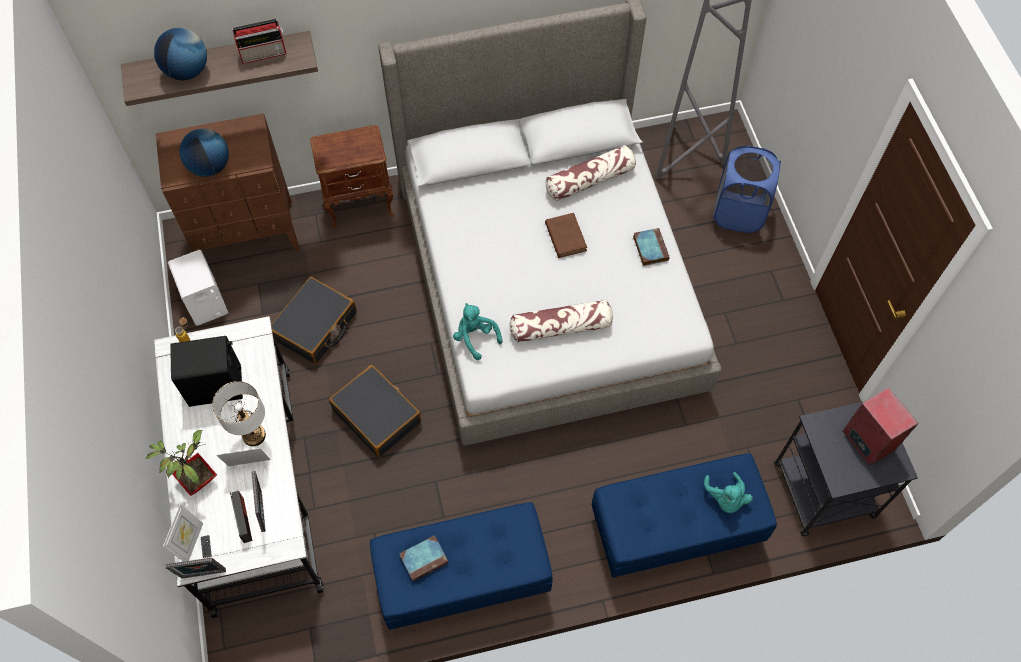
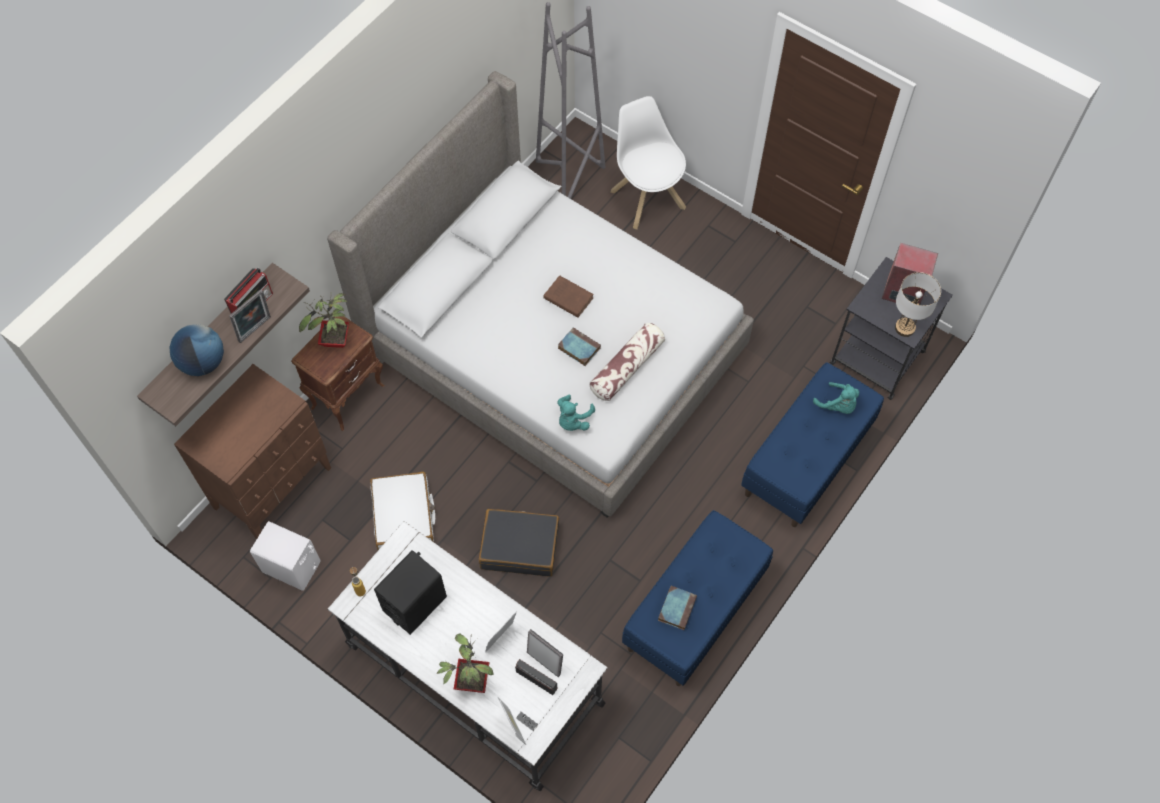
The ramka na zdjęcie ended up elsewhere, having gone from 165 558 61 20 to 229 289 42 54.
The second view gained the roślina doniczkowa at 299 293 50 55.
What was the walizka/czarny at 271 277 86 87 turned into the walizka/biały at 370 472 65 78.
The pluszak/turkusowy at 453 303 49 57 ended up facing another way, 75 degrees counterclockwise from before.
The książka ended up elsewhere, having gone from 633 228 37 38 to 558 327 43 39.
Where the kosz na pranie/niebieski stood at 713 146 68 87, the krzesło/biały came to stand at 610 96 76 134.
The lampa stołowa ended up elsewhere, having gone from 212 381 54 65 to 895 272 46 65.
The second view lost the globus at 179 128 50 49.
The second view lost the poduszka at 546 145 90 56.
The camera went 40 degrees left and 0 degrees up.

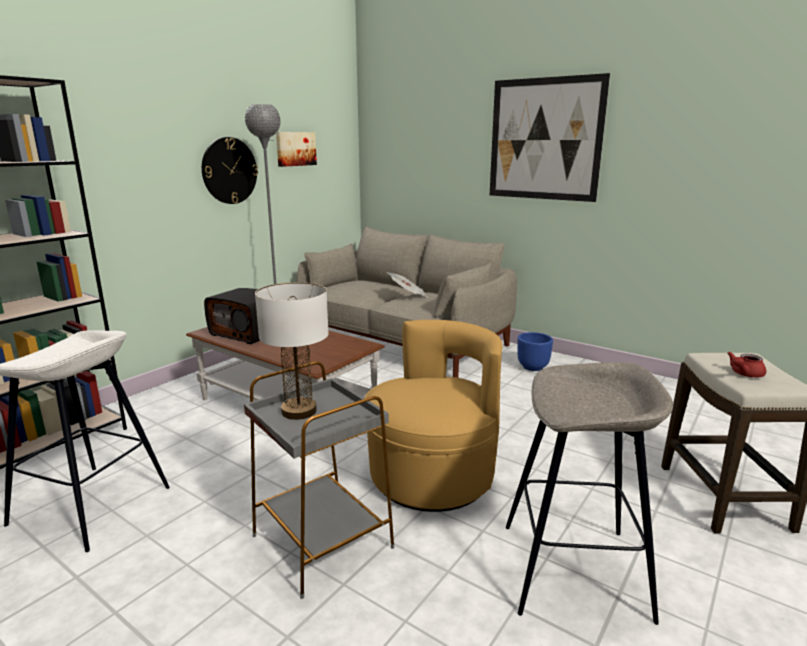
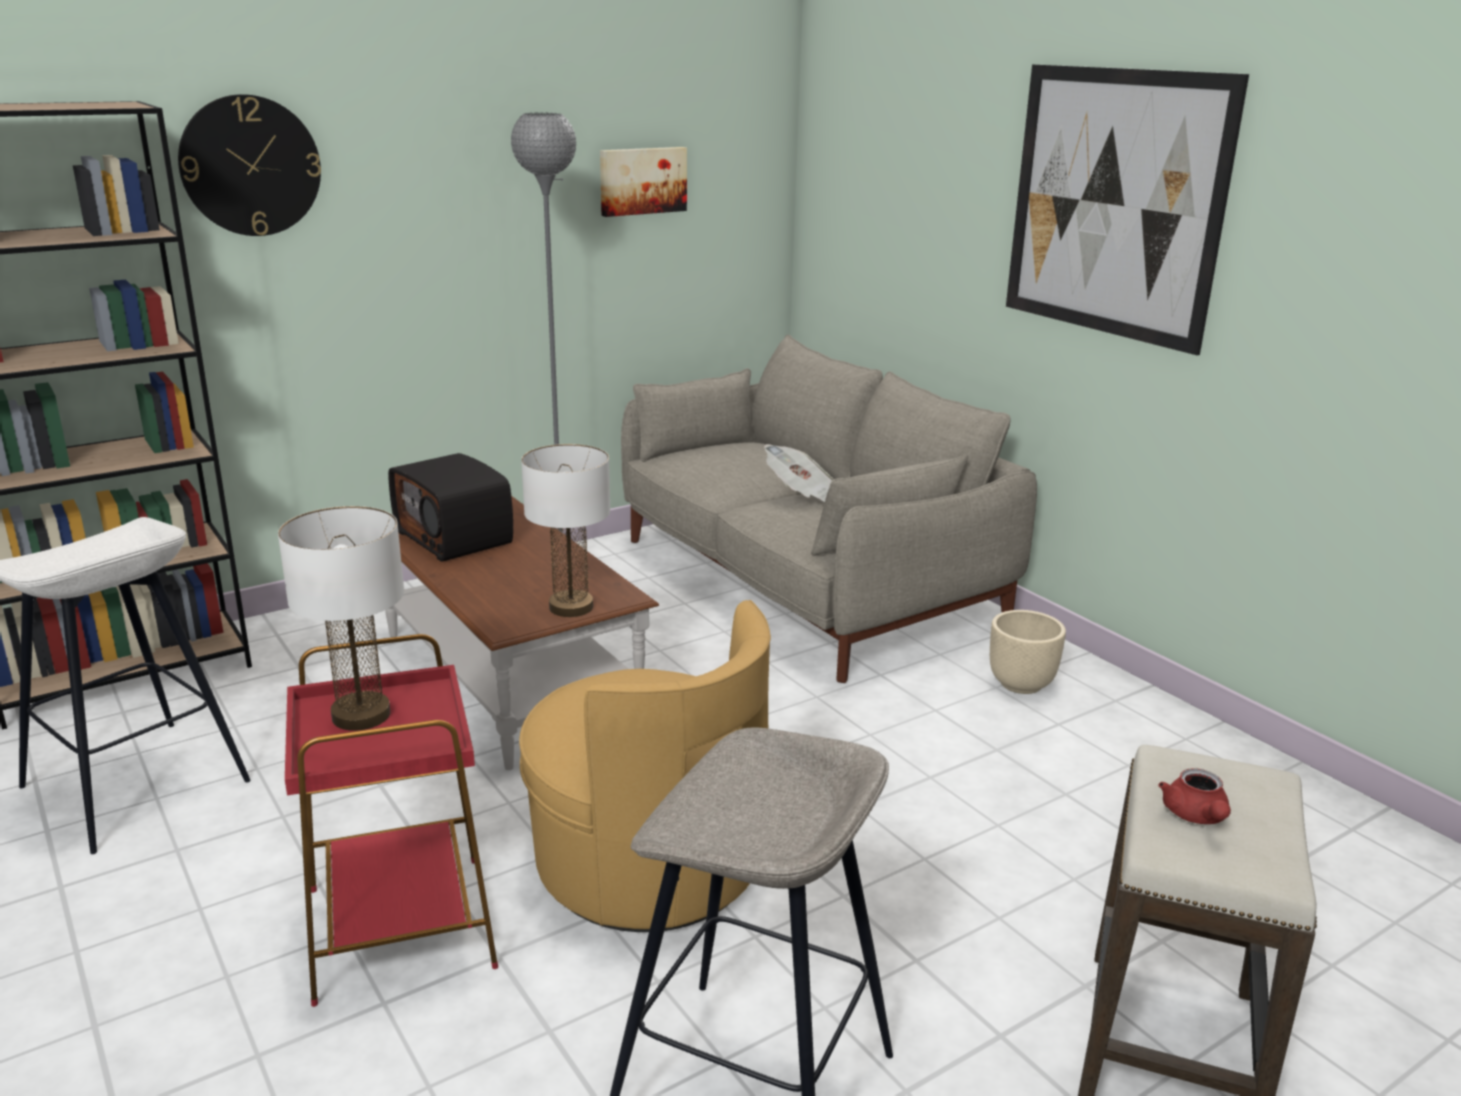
The zegar ścienny ended up elsewhere, having gone from 202 137 56 67 to 178 94 143 142.
What was the stolik/szary at 244 361 150 238 turned into the stolik/czerwony at 285 634 213 373.
The fotel/beżowy at 364 320 139 192 ended up facing another way, 60 degrees clockwise from before.
The second view gained the lampa stołowa at 521 444 89 173.
What was the donica/niebieski at 517 332 36 39 turned into the donica/beżowy at 990 610 76 84.
The imbryk/czerwony at 727 352 39 26 ended up facing another way, 75 degrees counterclockwise from before.
The camera went 20 degrees right and 5 degrees up.

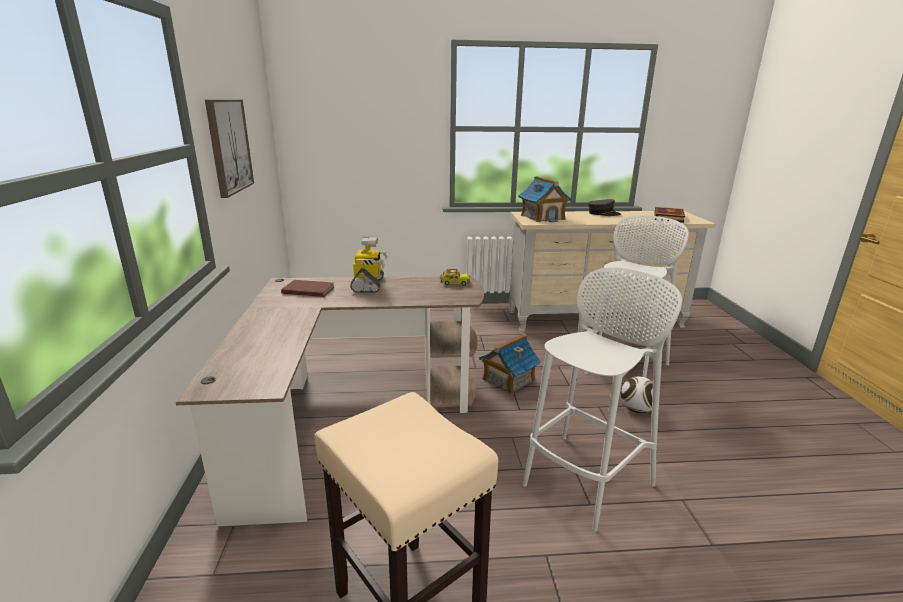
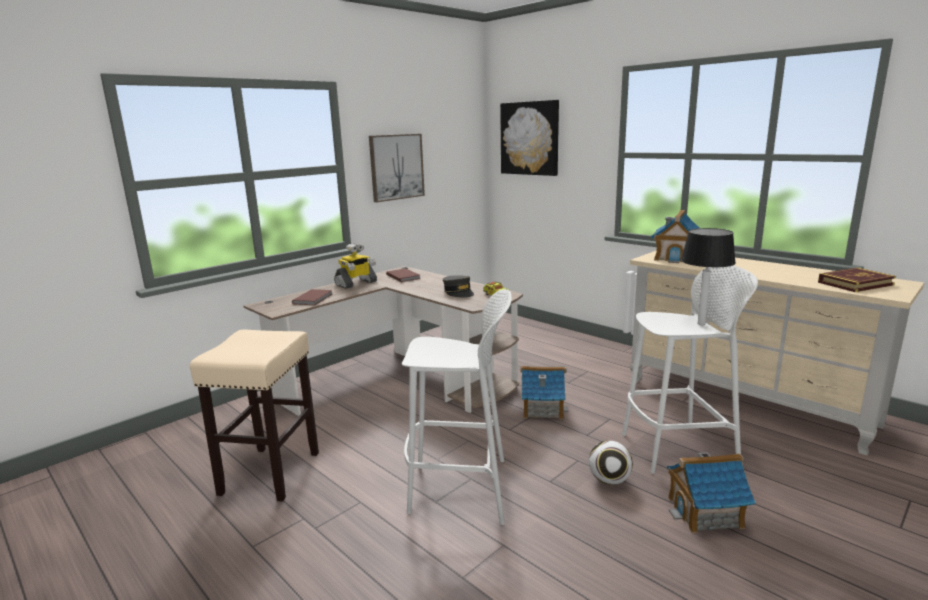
The second view gained the książka/brązowy at 292 289 40 16.
The robot zabawkowy ended up elsewhere, having gone from 350 236 38 57 to 334 243 43 46.
The czapka z daszkiem/szary ended up elsewhere, having gone from 588 199 33 17 to 443 275 31 23.
The second view gained the obraz at 500 100 59 76.
The second view gained the domek at 667 452 89 81.
The second view gained the lampa stołowa at 681 228 55 97.
The camera went 50 degrees right and 5 degrees down.

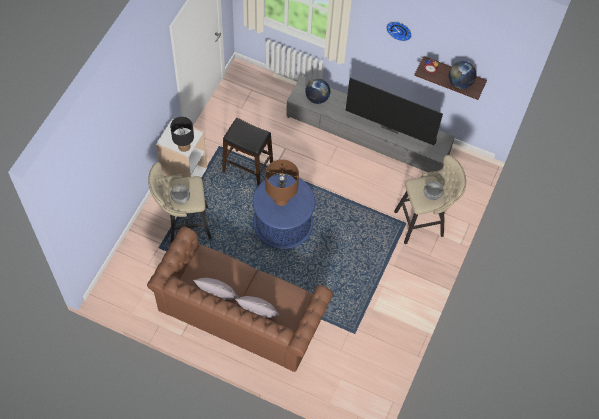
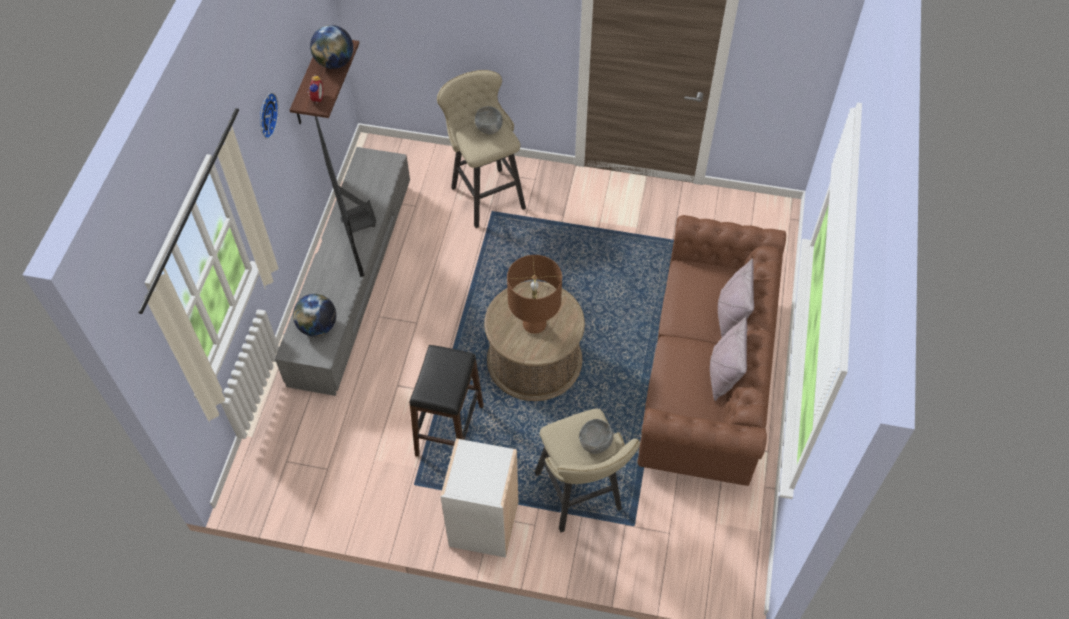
The telewizor at 346 78 97 67 ended up facing another way, 150 degrees clockwise from before.
What was the ława/niebieski at 253 174 62 75 turned into the ława/brązowy at 484 281 101 120.
The second view lost the lampa stołowa/czarny at 170 117 24 35.
The camera went 100 degrees left and 5 degrees down.

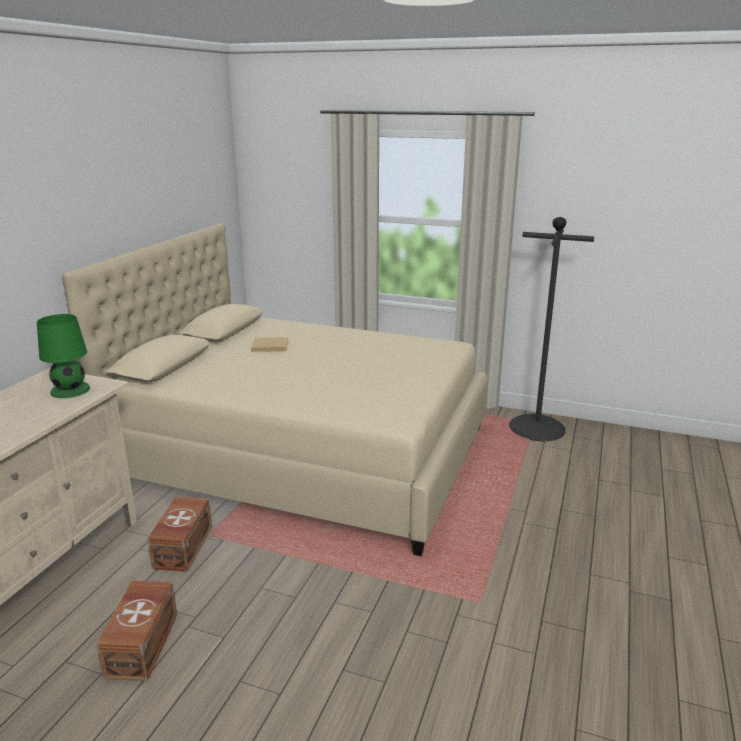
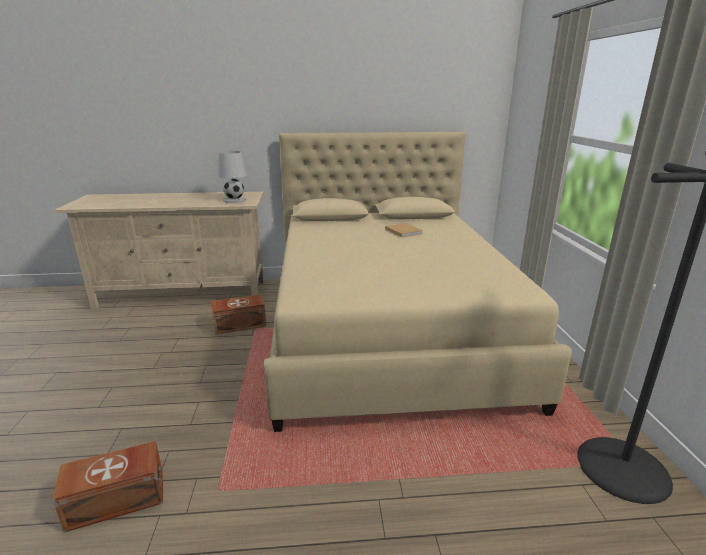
The pojemnik do przechowywania/brązowy ended up elsewhere, having gone from 96 581 81 100 to 52 441 111 92.
What was the lampa stołowa/zielony at 37 314 53 84 turned into the lampa stołowa/biały at 218 151 29 52.
The camera went 65 degrees right and 0 degrees up.

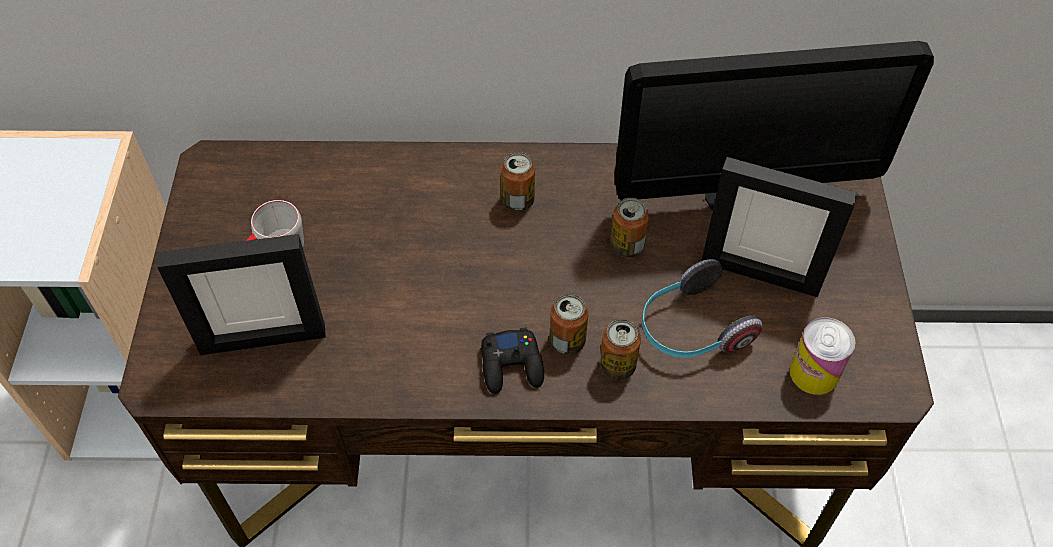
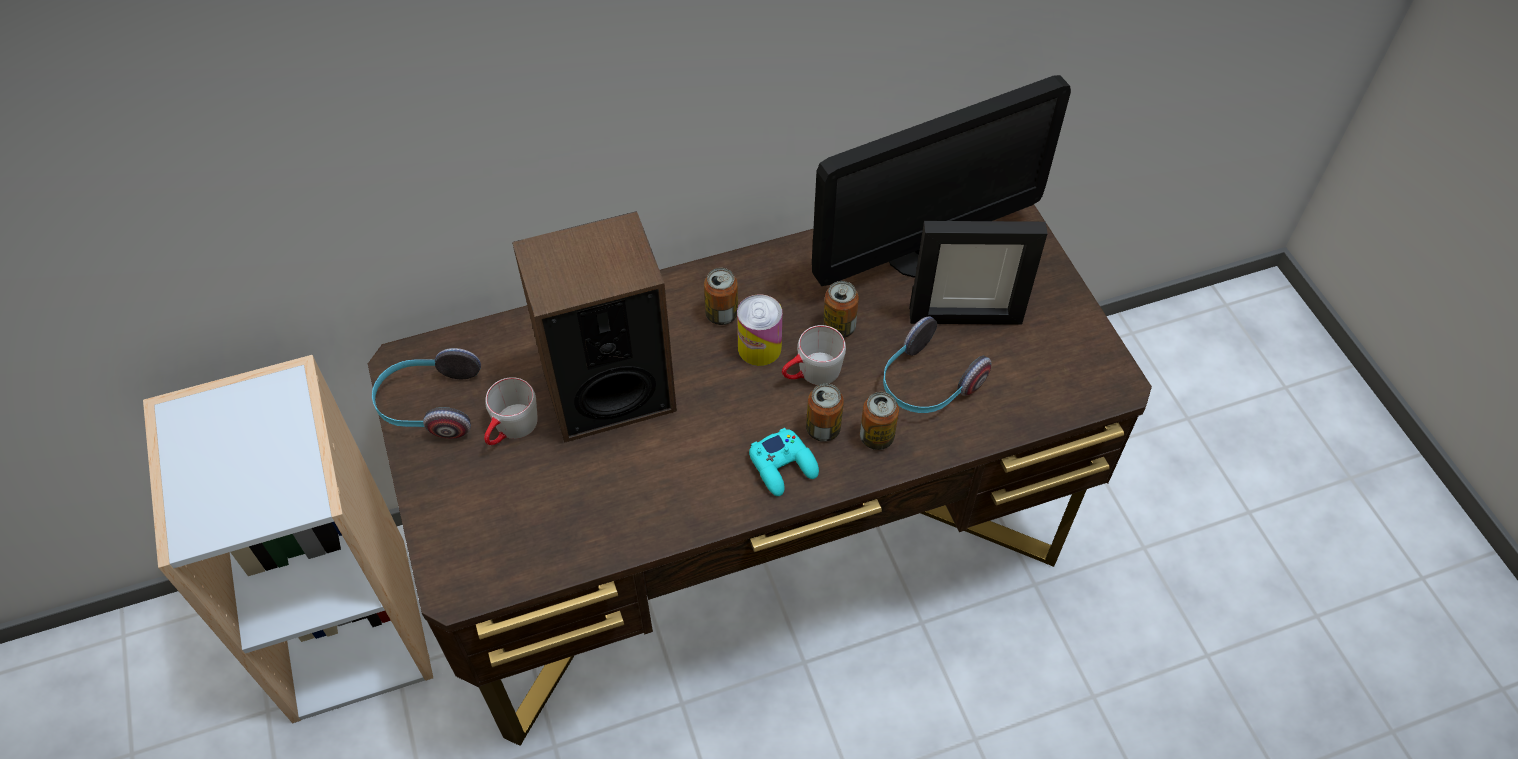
The second view gained the słuchawki at 372 348 109 91.
The second view gained the głośnik at 512 211 165 232.
The puszka ended up elsewhere, having gone from 790 317 66 78 to 737 294 45 72.
What was the pad do gier/czarny at 481 327 63 67 turned into the pad do gier/turkusowy at 749 428 70 68.
The second view gained the kubek/szary at 782 325 64 60.
The second view lost the ramka na zdjęcie at 157 234 169 121.
The camera went 20 degrees left and 0 degrees up.

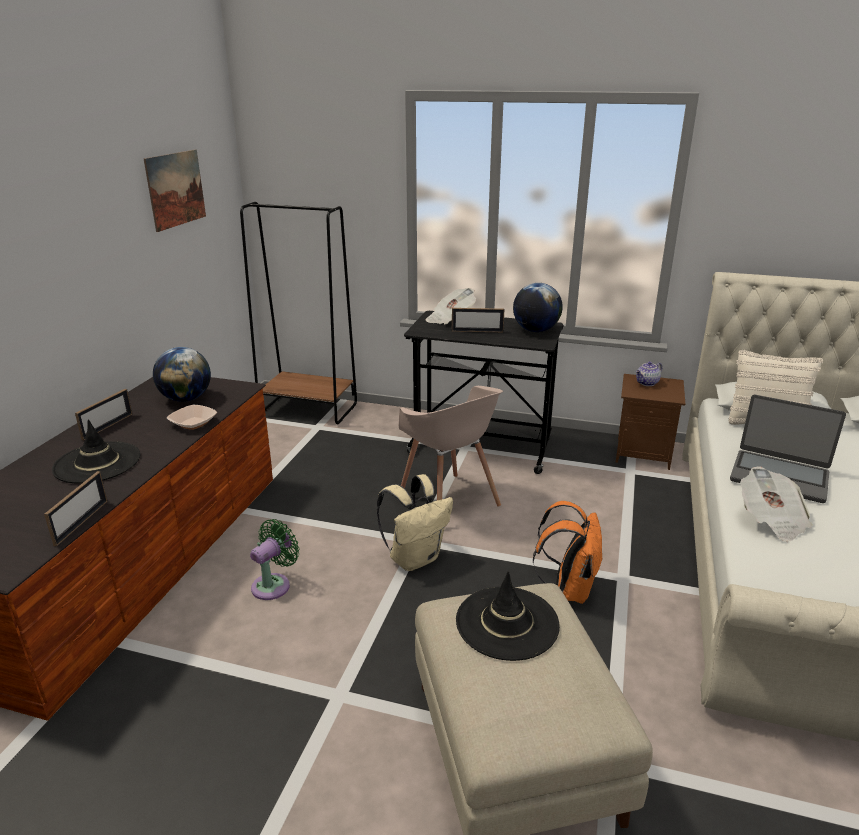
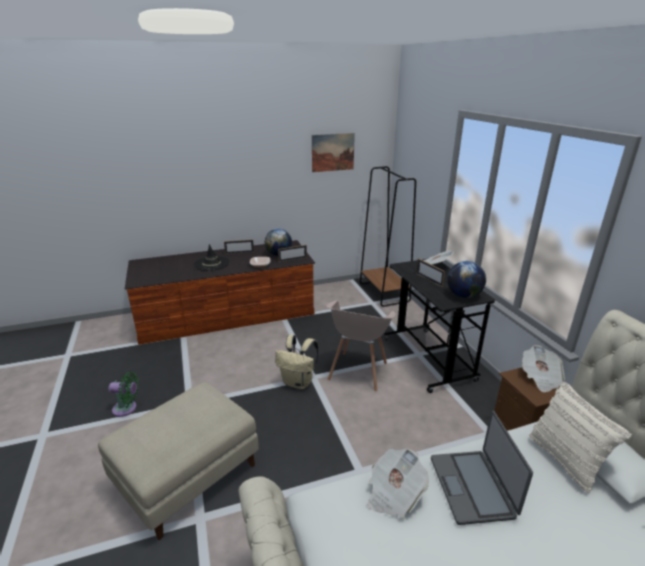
The wentylator/zielony ended up elsewhere, having gone from 250 519 49 81 to 108 372 31 45.
The ramka na zdjęcie ended up elsewhere, having gone from 44 471 64 75 to 278 245 29 17.
Where the imbryk stood at 636 362 26 24, the gazeta came to stand at 522 345 43 47.
The second view lost the kapelusz/czarny at 456 571 104 90.
The second view lost the plecak/pomarańczowy at 533 501 70 103.
The camera went 55 degrees right and 0 degrees up.

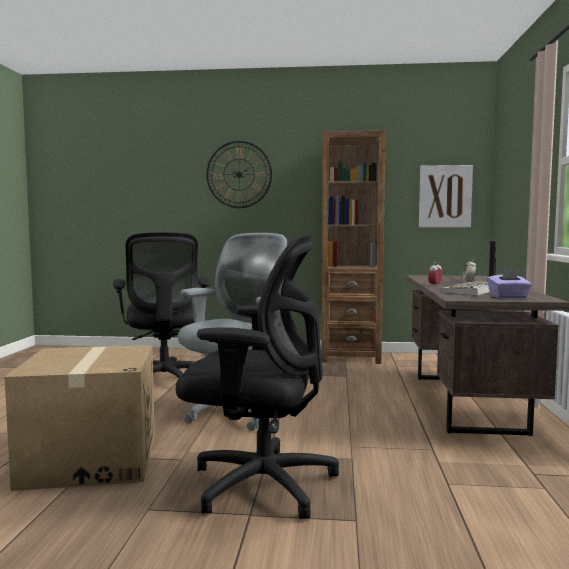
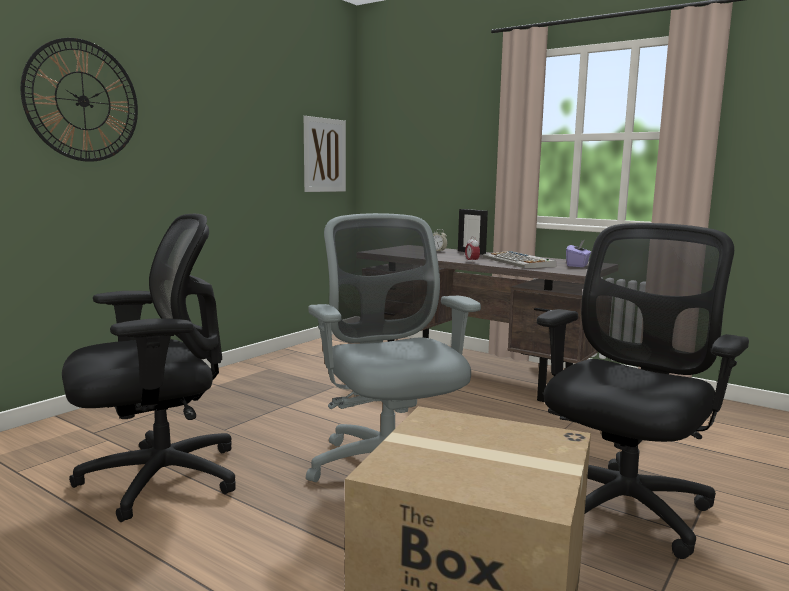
The krzesło biurowe/czarny at 113 232 97 146 ended up facing another way, 45 degrees counterclockwise from before.
The second view lost the regał/brązowy at 321 130 65 234.
The camera went 60 degrees left and 5 degrees up.

